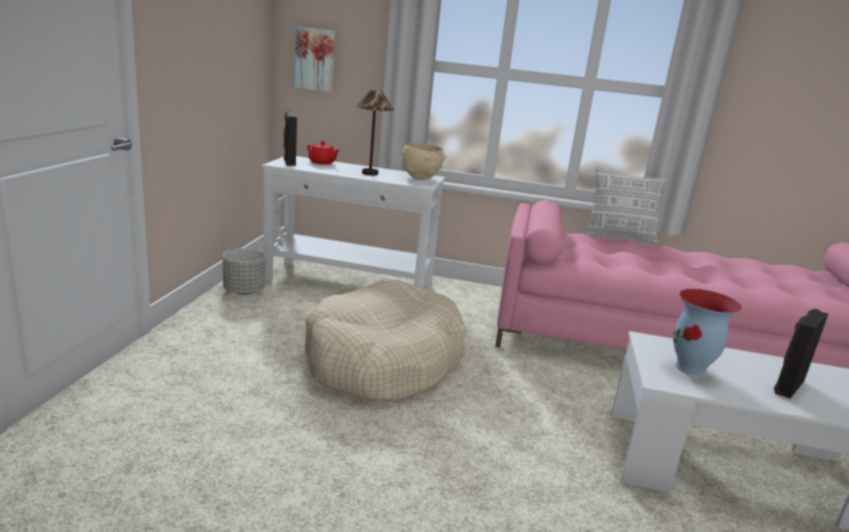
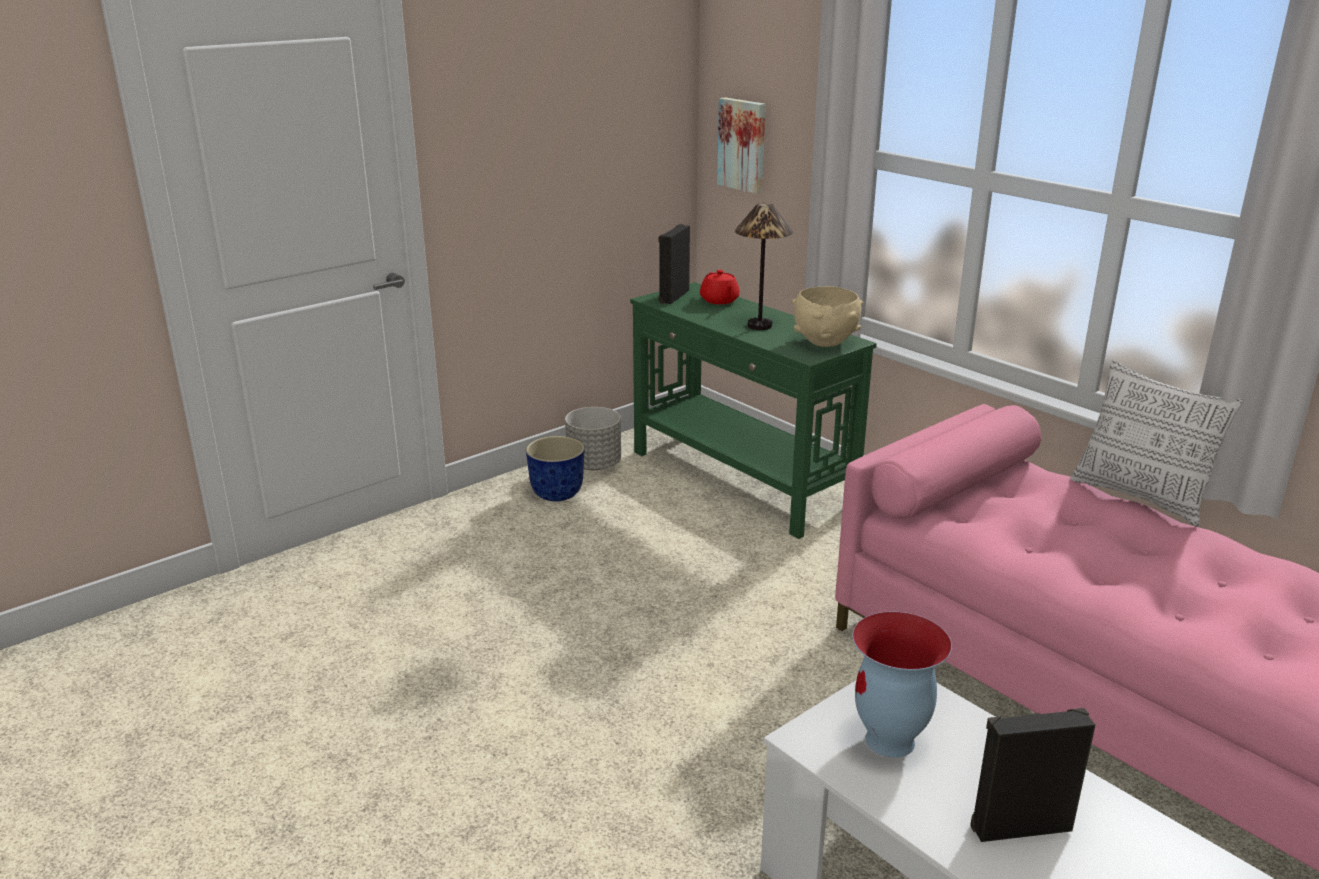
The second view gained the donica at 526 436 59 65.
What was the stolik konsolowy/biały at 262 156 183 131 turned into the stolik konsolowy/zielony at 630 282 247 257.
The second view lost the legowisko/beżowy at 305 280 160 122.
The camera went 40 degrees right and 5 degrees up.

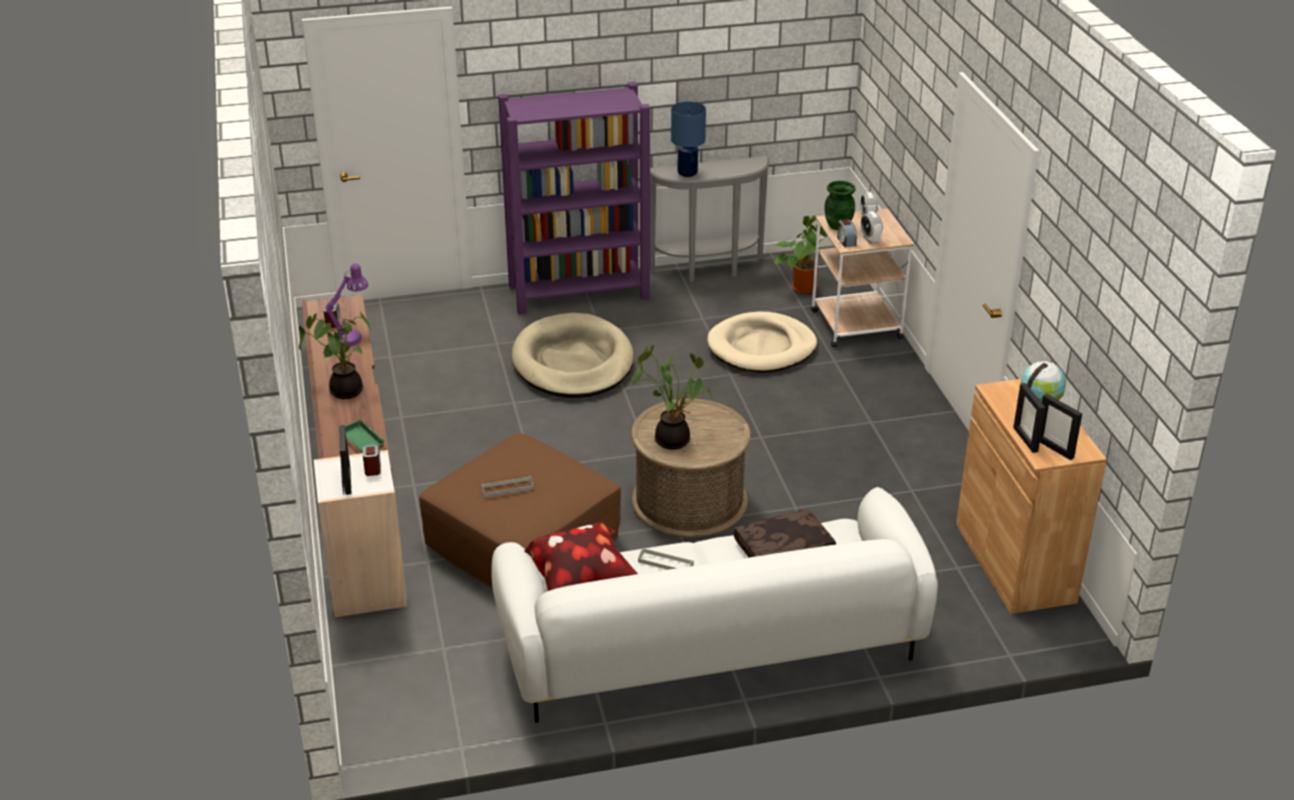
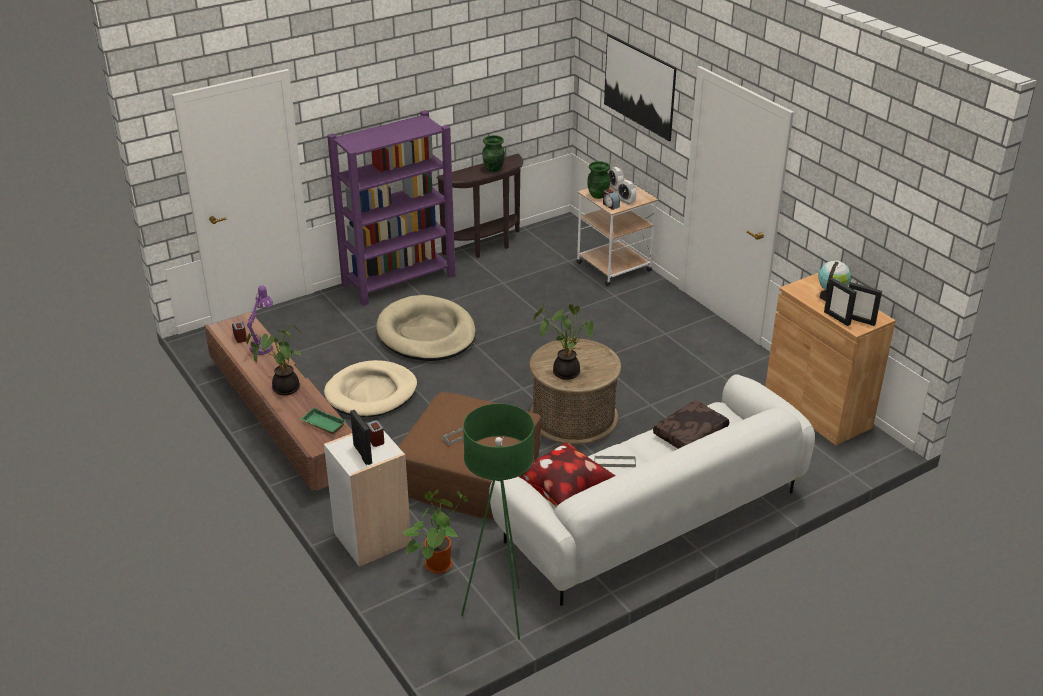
The legowisko/beżowy ended up elsewhere, having gone from 707 312 110 61 to 324 360 93 57.
The roślina doniczkowa ended up elsewhere, having gone from 775 216 52 78 to 403 490 65 84.
What was the stolik konsolowy/szary at 650 156 119 126 turned into the stolik konsolowy/brązowy at 437 154 86 104.
The second view gained the lampa stojąca/zielony at 461 404 73 236.
The second view gained the wazon/zielony at 482 135 23 37.
The second view gained the obraz at 604 34 73 107.
The second view lost the lampa stołowa/niebieski at 671 102 35 75.
The camera went 20 degrees left and 0 degrees up.

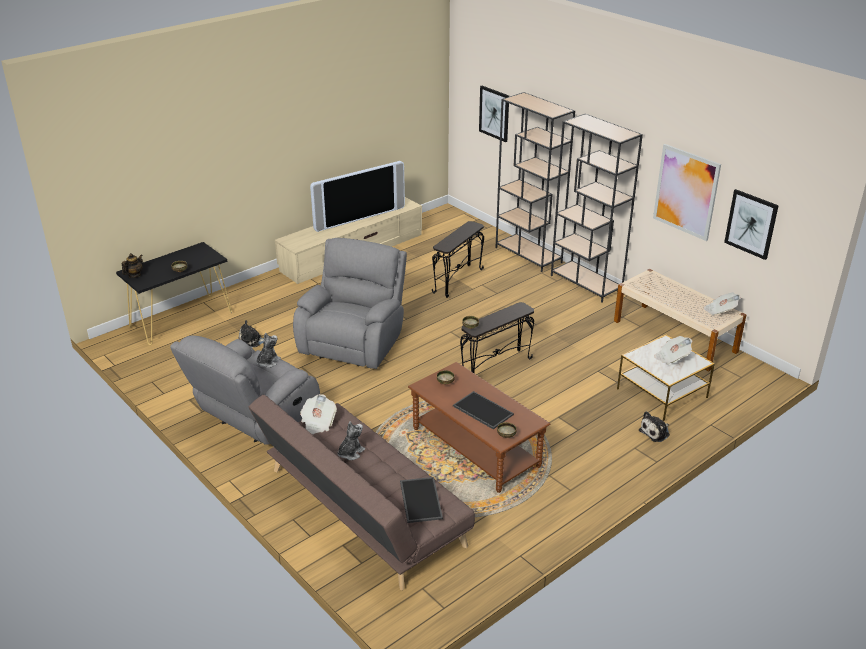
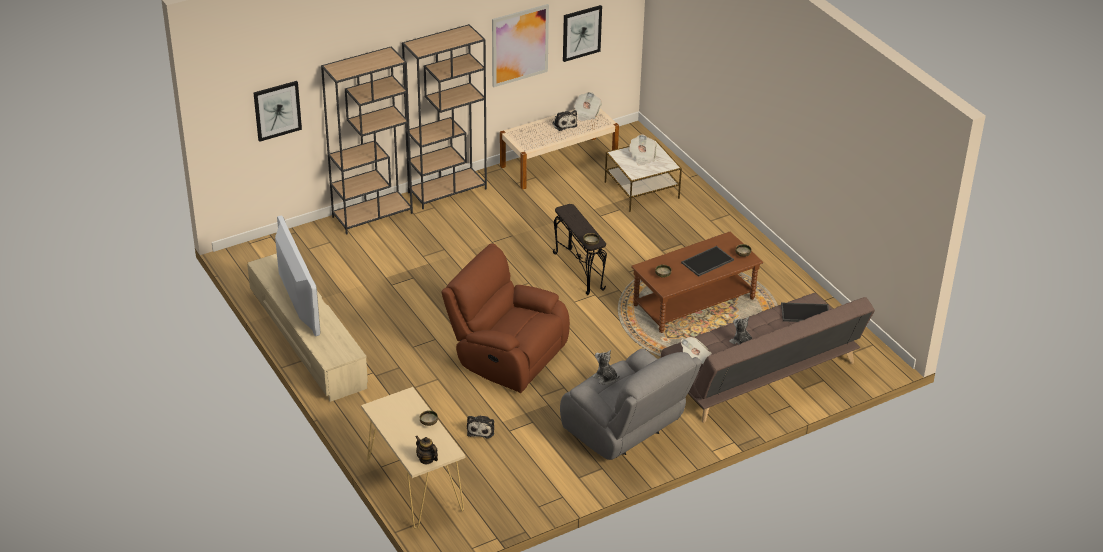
What was the stolik konsolowy/czarny at 116 242 116 103 turned into the stolik konsolowy/beżowy at 361 387 105 142.
What was the fotel/szary at 293 238 114 131 turned into the fotel/brązowy at 441 244 129 149.
The pluszak ended up elsewhere, having gone from 639 411 31 31 to 553 110 24 21.
The second view lost the stolik/czarny at 432 221 52 77.
The camera went 80 degrees left and 5 degrees up.

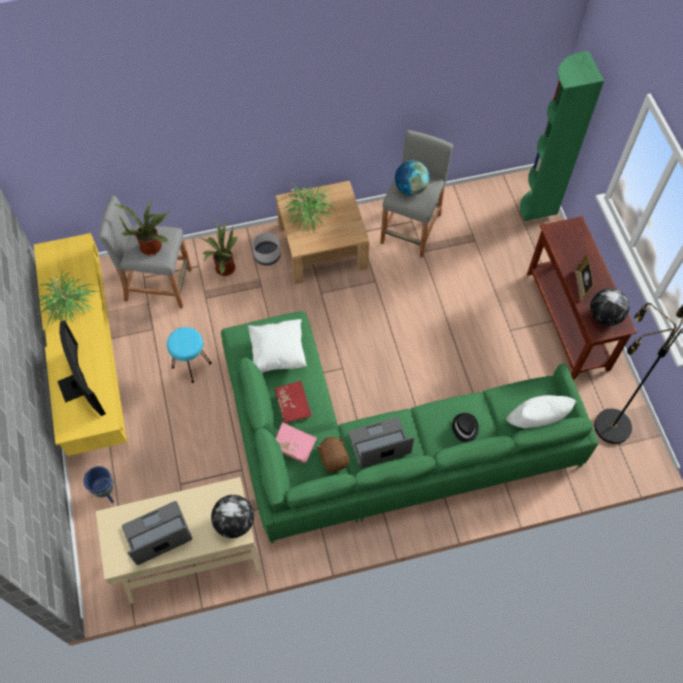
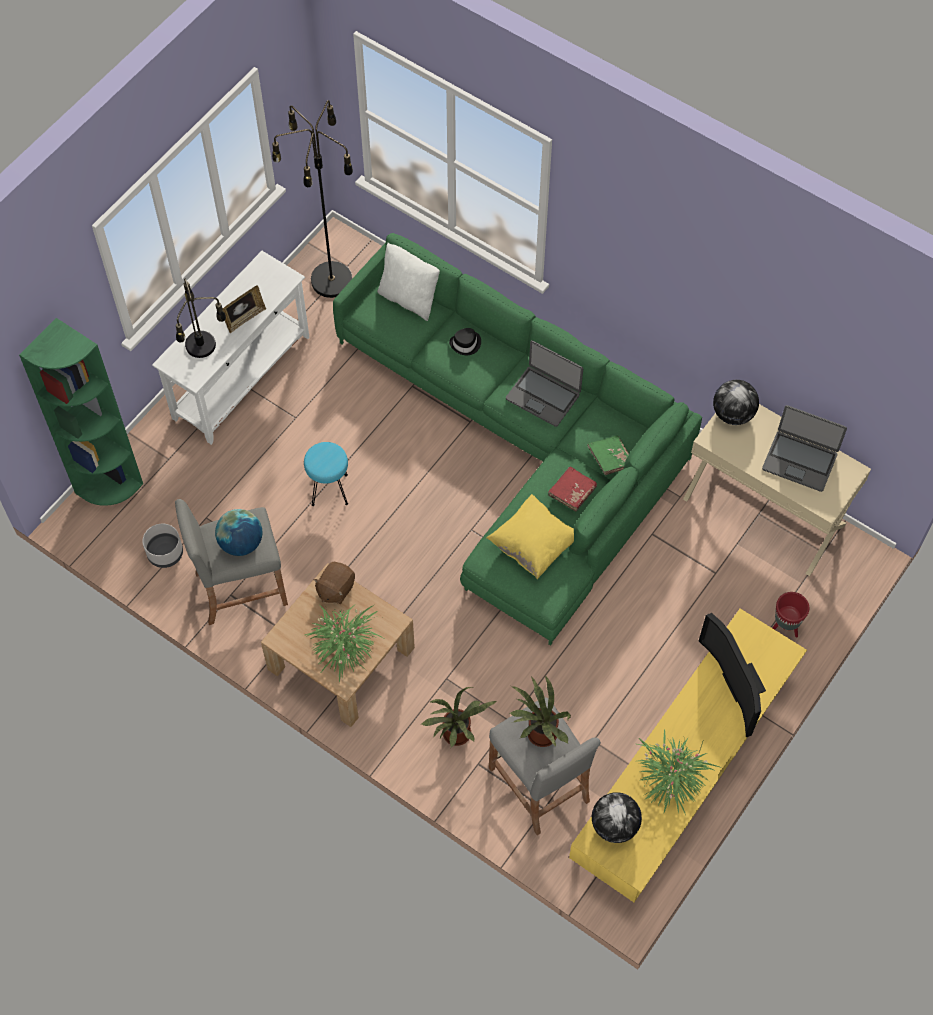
The donica/szary ended up elsewhere, having gone from 252 232 29 34 to 142 524 41 44.
What was the stolik konsolowy/brązowy at 527 216 110 164 turned into the stolik konsolowy/biały at 152 251 158 194.
The second view gained the lampa stołowa at 176 278 50 80.
The stołek/turkusowy ended up elsewhere, having gone from 167 327 45 56 to 304 442 44 64.
The pluszak/brązowy ended up elsewhere, having gone from 316 437 33 35 to 313 562 42 42.
What was the poduszka/biały at 248 319 59 53 turned into the poduszka/żółty at 486 494 88 85.
What was the książka/różowy at 275 422 42 42 turned into the książka/zielony at 587 435 42 40.
The globus ended up elsewhere, having gone from 590 288 39 38 to 592 792 50 51.
The telewizor at 57 320 49 96 ended up facing another way, 45 degrees counterclockwise from before.
What was the donica/niebieski at 83 466 31 37 turned into the donica/czerwony at 772 592 37 45.
The camera went 130 degrees left and 0 degrees up.

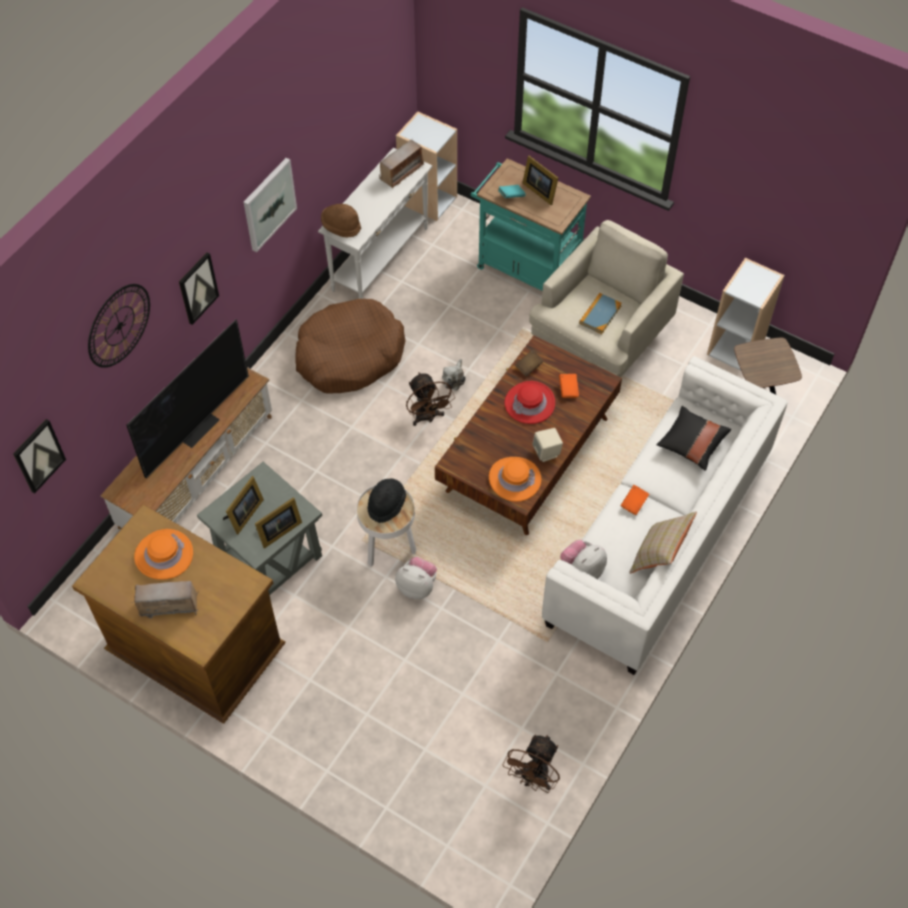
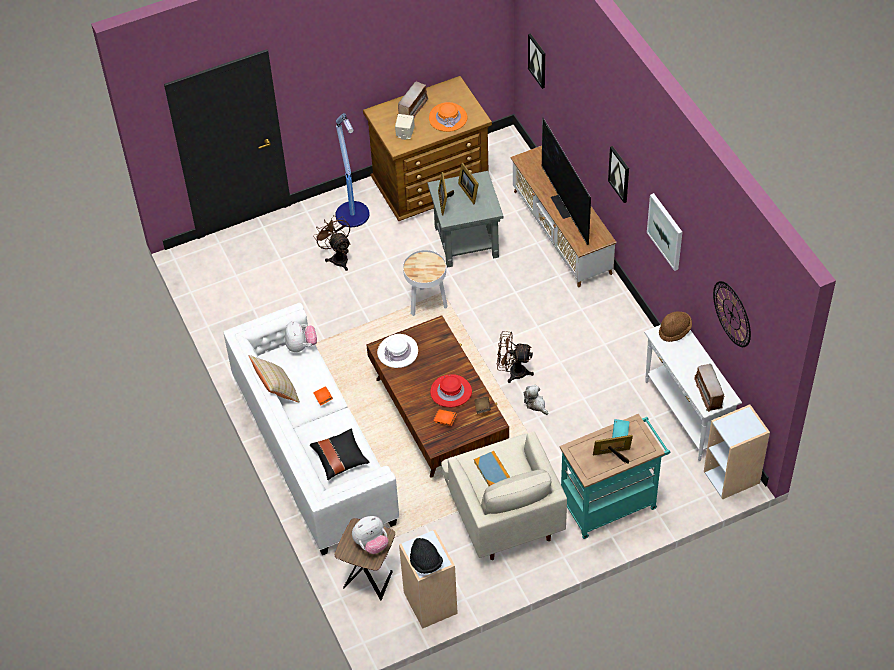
The wentylator/brązowy ended up elsewhere, having gone from 503 734 57 59 to 313 215 38 56.
The second view gained the lampa stojąca at 335 113 35 114.
The pluszak ended up elsewhere, having gone from 395 557 42 42 to 352 516 36 38.
What was the kapelusz/pomarańczowy at 489 457 52 45 turned into the kapelusz/biały at 377 334 41 34.
The głośnik/beżowy ended up elsewhere, having gone from 532 428 31 34 to 395 114 20 26.
The kapelusz/czarny ended up elsewhere, having gone from 368 478 38 45 to 410 538 33 36.
The zegar ścienny ended up elsewhere, having gone from 88 284 62 84 to 713 281 38 66.
The second view lost the legowisko/brązowy at 295 299 110 94.
The camera went 125 degrees right and 5 degrees down.

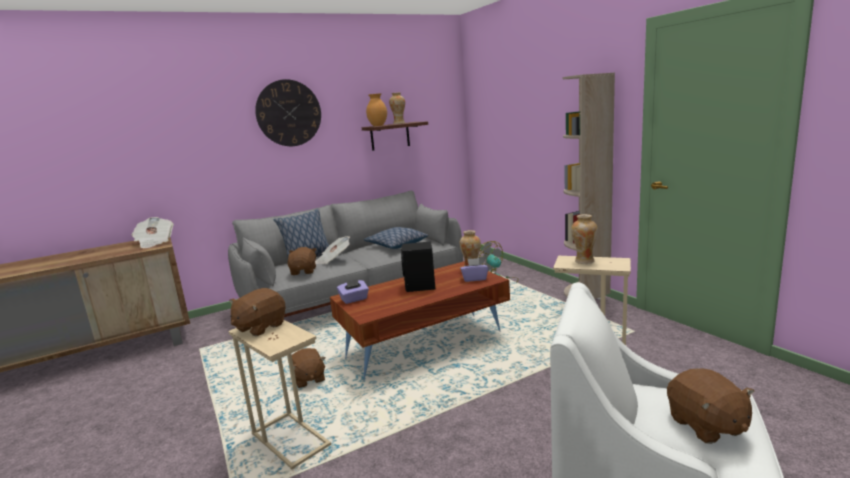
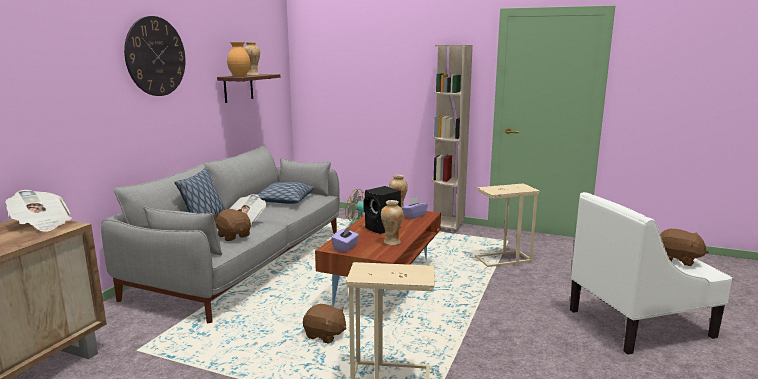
The wazon ended up elsewhere, having gone from 571 214 27 50 to 381 200 22 45.
The second view lost the pluszak/brązowy at 229 288 57 48.
The camera went 40 degrees left and 0 degrees up.

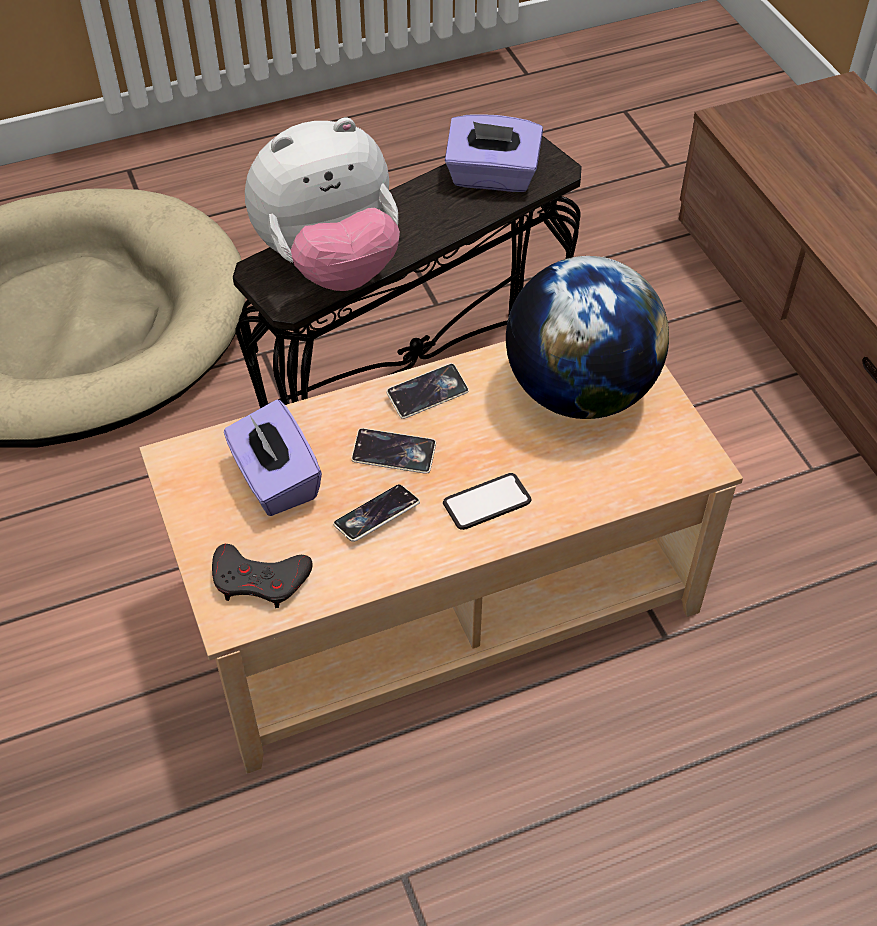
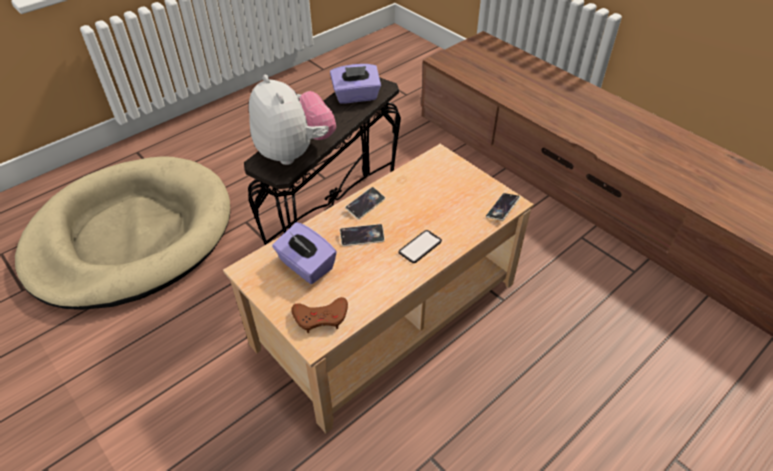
The pluszak at 245 117 155 174 ended up facing another way, 75 degrees counterclockwise from before.
What was the pad do gier/szary at 212 544 101 64 turned into the pad do gier/brązowy at 291 297 57 36.
The telefon ended up elsewhere, having gone from 333 484 87 58 to 486 193 34 28.
The second view lost the globus at 506 256 163 163.
The camera went 20 degrees left and 5 degrees down.

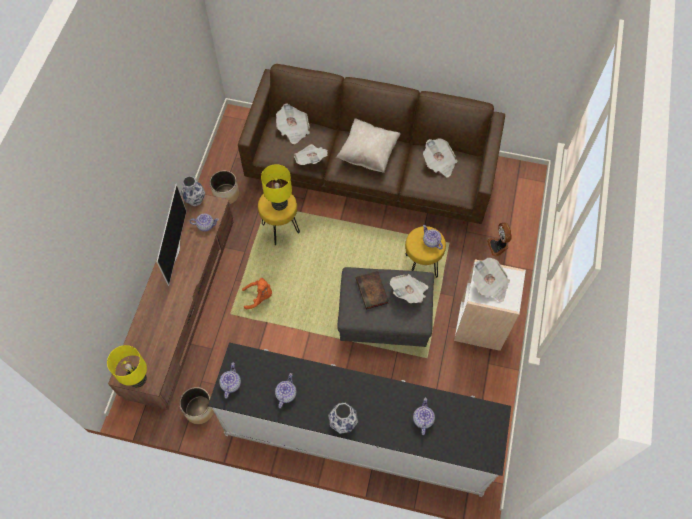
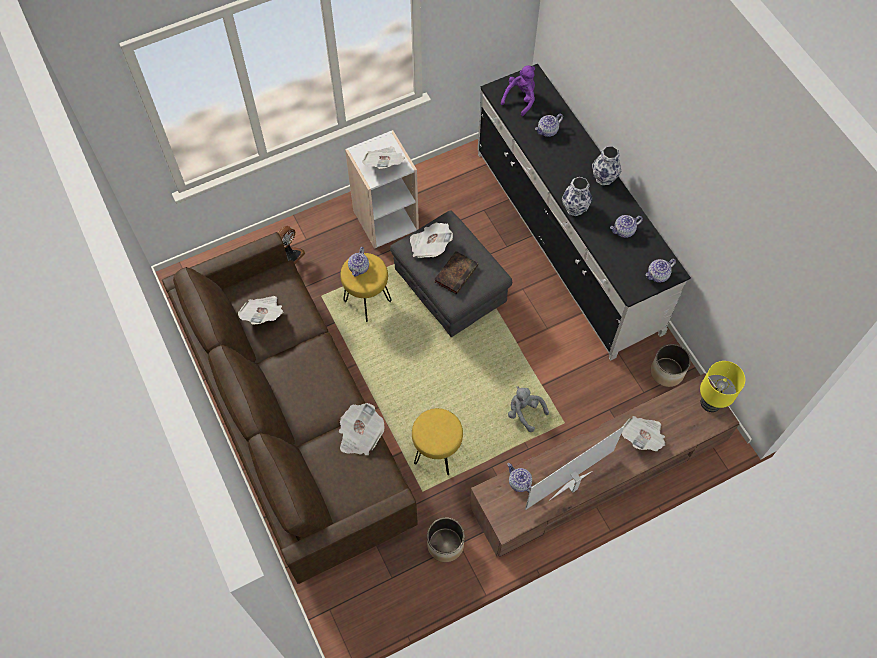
The second view gained the pluszak/fioletowy at 501 65 34 51.
What was the pluszak/pomarańczowy at 242 278 30 31 turned into the pluszak/szary at 508 386 41 46.
The wazon ended up elsewhere, having gone from 181 176 24 30 to 562 177 30 39.
The gazeta ended up elsewhere, having gone from 276 103 34 41 to 622 416 44 35.
The second view lost the lampa stołowa/żółty at 261 164 31 46.
The second view lost the poduszka/beżowy at 336 119 65 54.
The camera went 130 degrees left and 0 degrees up.

